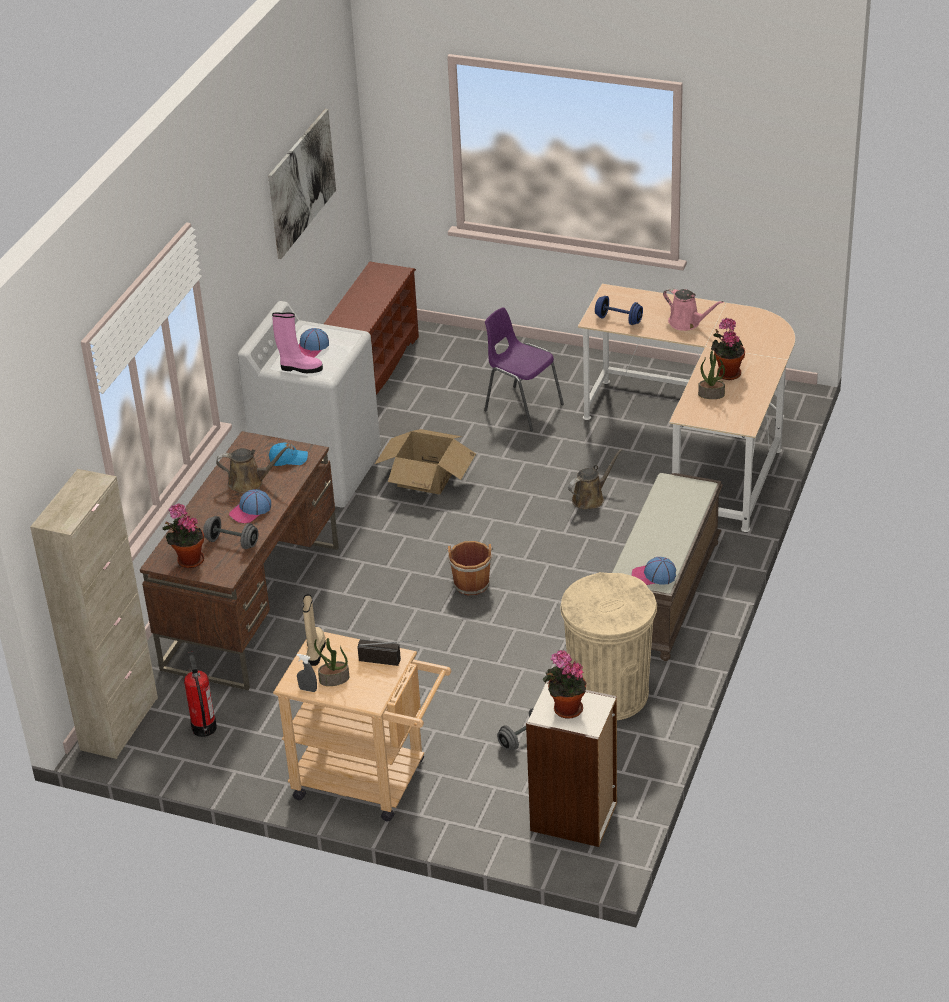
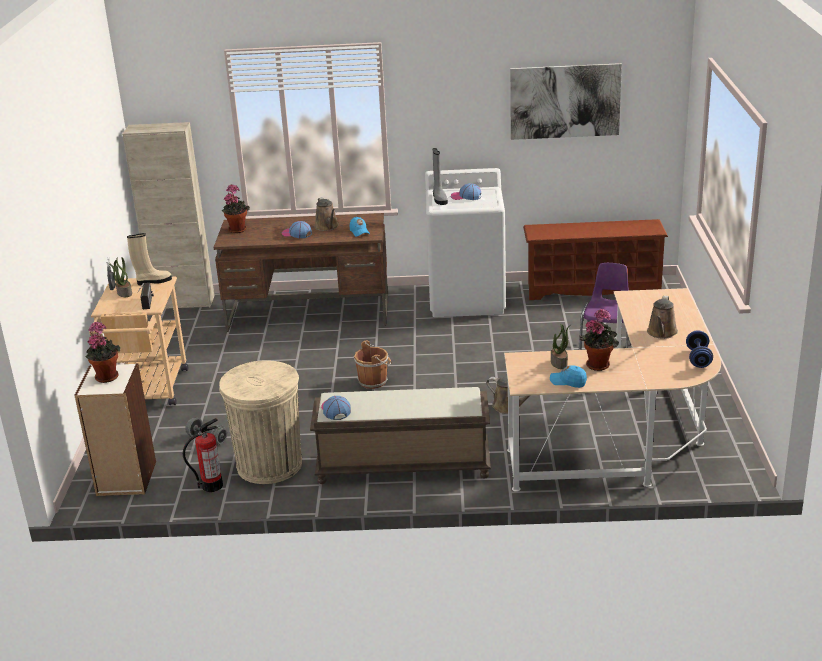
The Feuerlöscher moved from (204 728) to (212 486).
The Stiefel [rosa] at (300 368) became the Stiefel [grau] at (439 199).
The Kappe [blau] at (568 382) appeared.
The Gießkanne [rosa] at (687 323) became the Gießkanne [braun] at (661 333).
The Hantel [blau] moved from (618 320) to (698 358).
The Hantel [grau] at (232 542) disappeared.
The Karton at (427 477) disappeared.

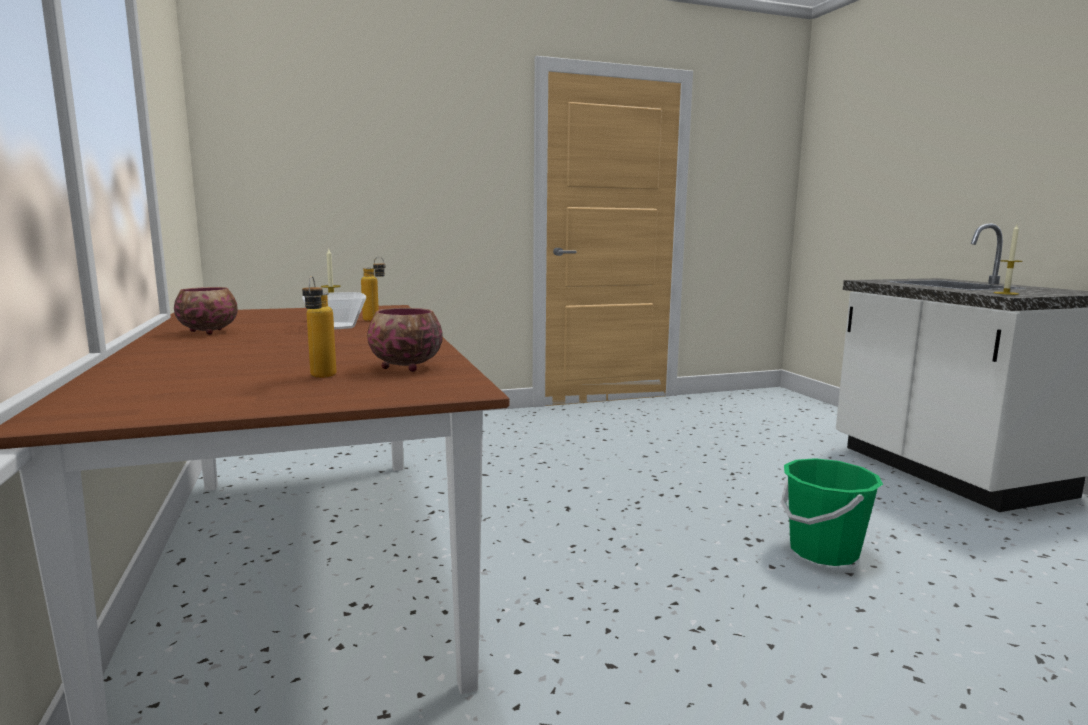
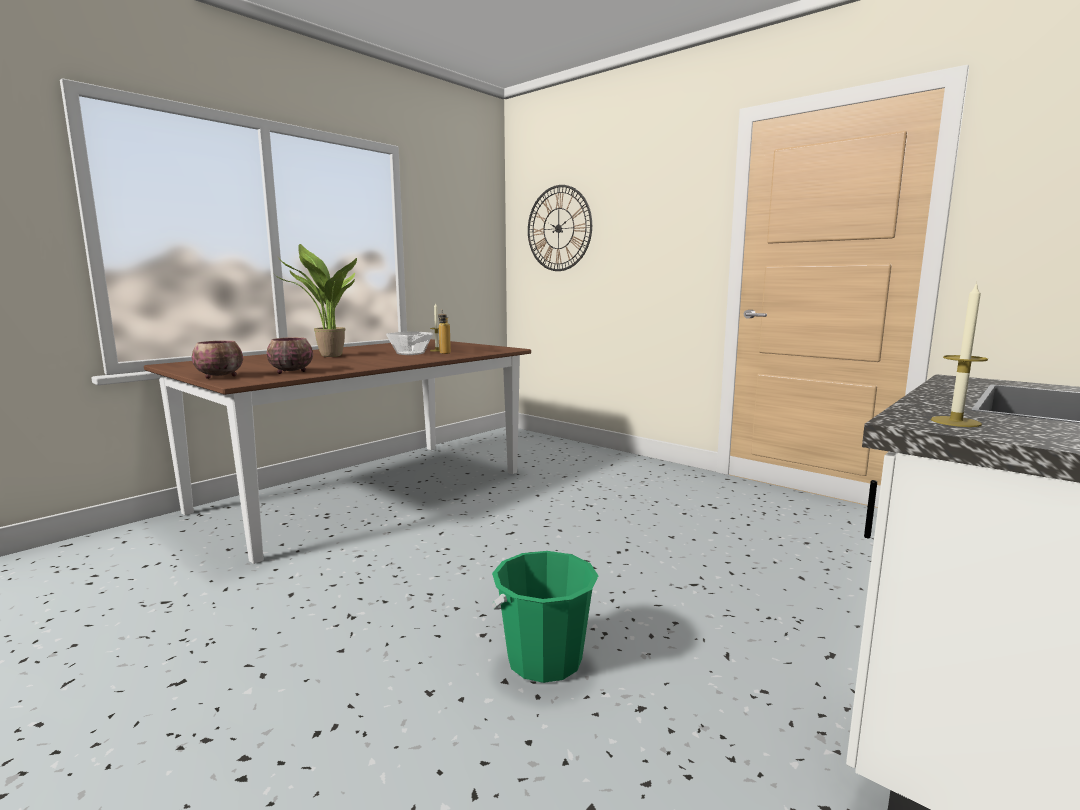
The Schüssel moved from (209 332) to (221 376).
The Topfpflanze at (327 356) appeared.
The Wanduhr at (558 228) appeared.
The Flasche at (321 377) disappeared.

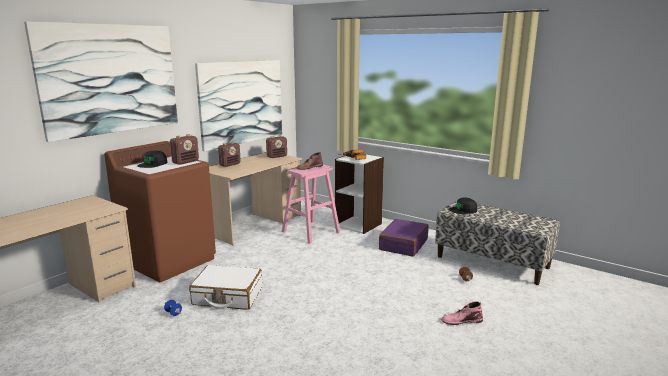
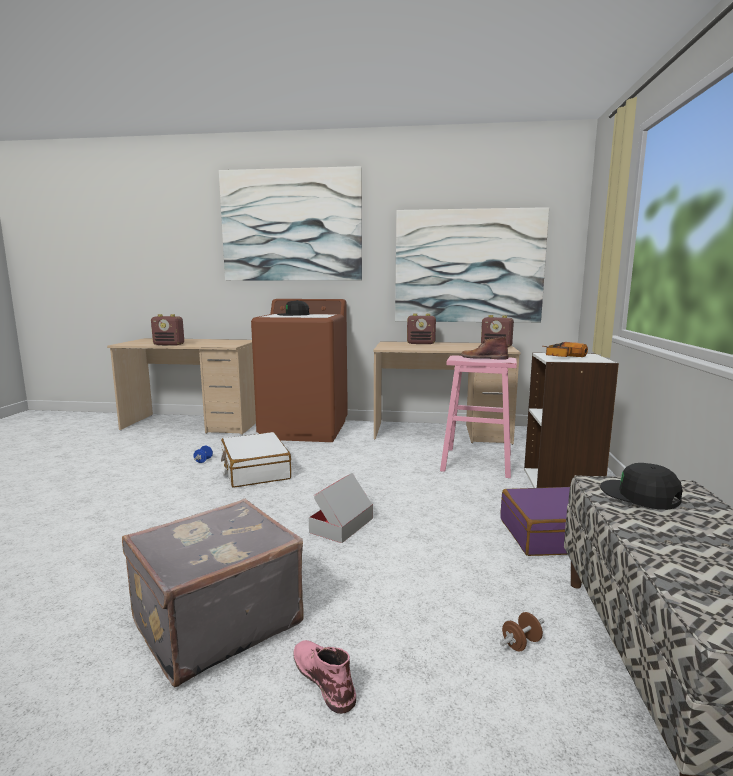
The Koffer [grau] at (215 621) appeared.
The Radio moved from (186 162) to (169 344).
The Karton at (341 525) appeared.

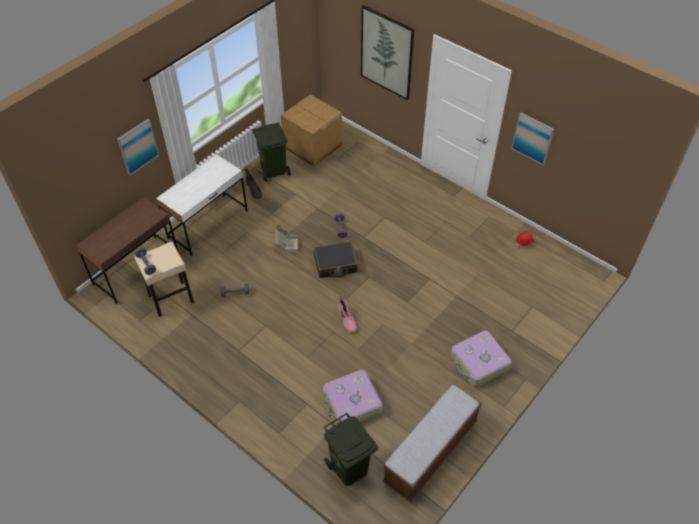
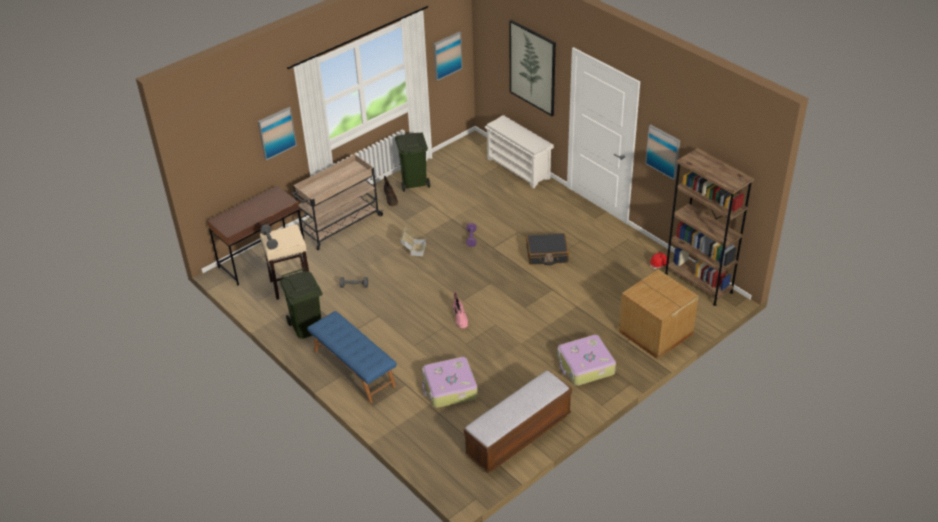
The Mülleimer [grün] moved from (349 468) to (306 327).
The Schreibtisch [weiß] at (208 225) was replaced by the Rollwagen [beige] at (339 225).
The Bank [blau] at (353 369) appeared.
The Bild at (447 55) appeared.
The Schuhregal [weiß] at (519 169) appeared.
The Koffer [schwarz] moved from (335 264) to (547 254).
The Karton moved from (313 147) to (655 333).
The Bücherregal [braun] at (698 283) appeared.

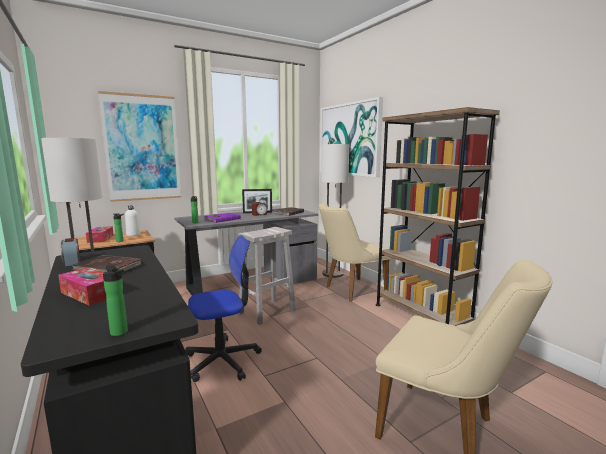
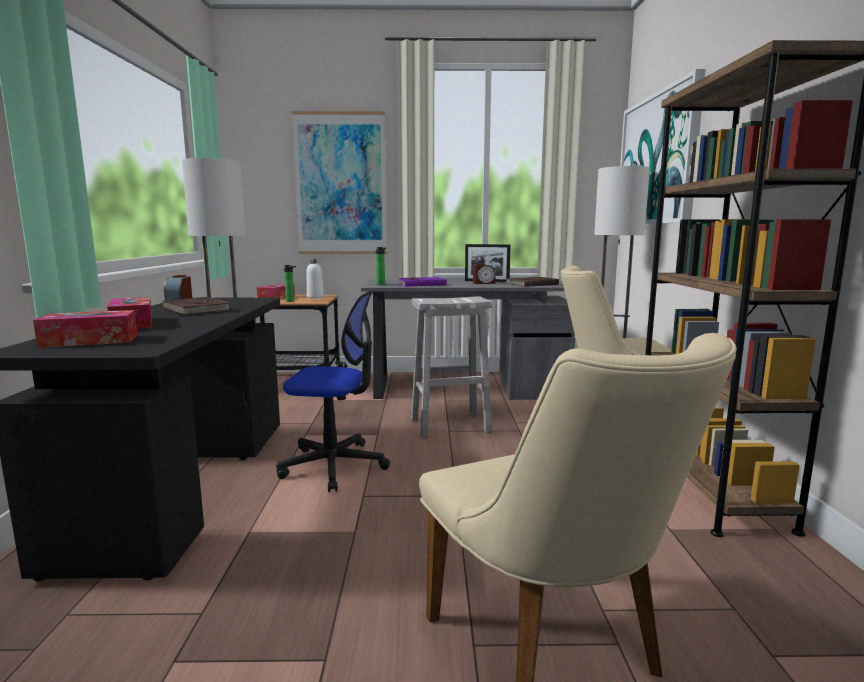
The Taschentuchbox at (90 341) appeared.
The Flasche at (120 333) disappeared.

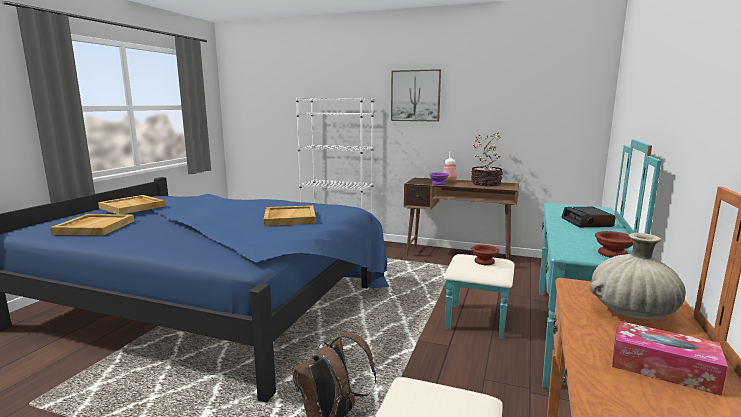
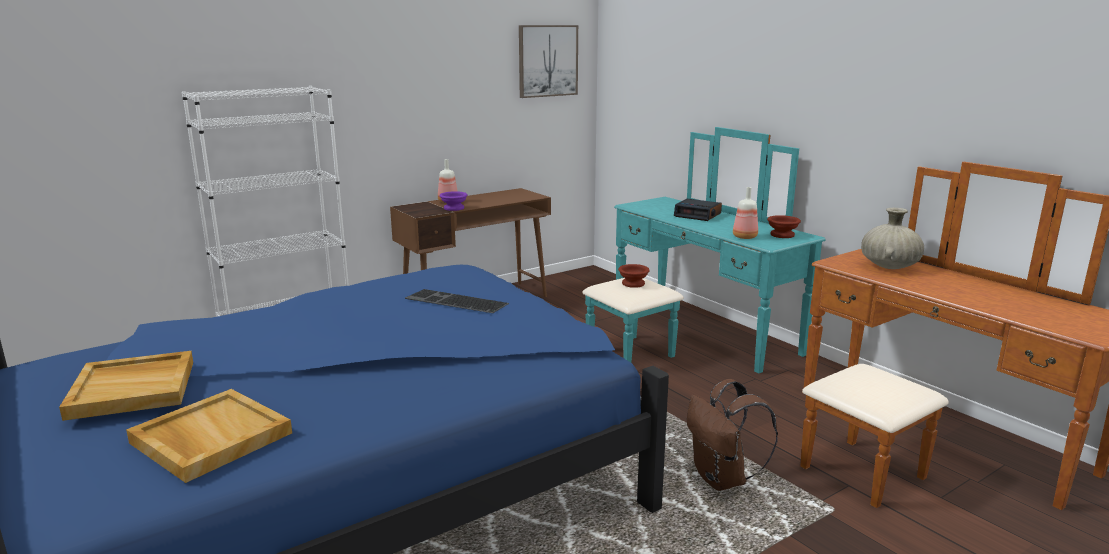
The Tablett [beige] at (289 218) was replaced by the Tastatur at (454 302).
The Bild moved from (415 95) to (547 61).
The Flasche at (744 237) appeared.
The Topfpflanze at (486 184) disappeared.
The Taschentuchbox at (662 368) disappeared.

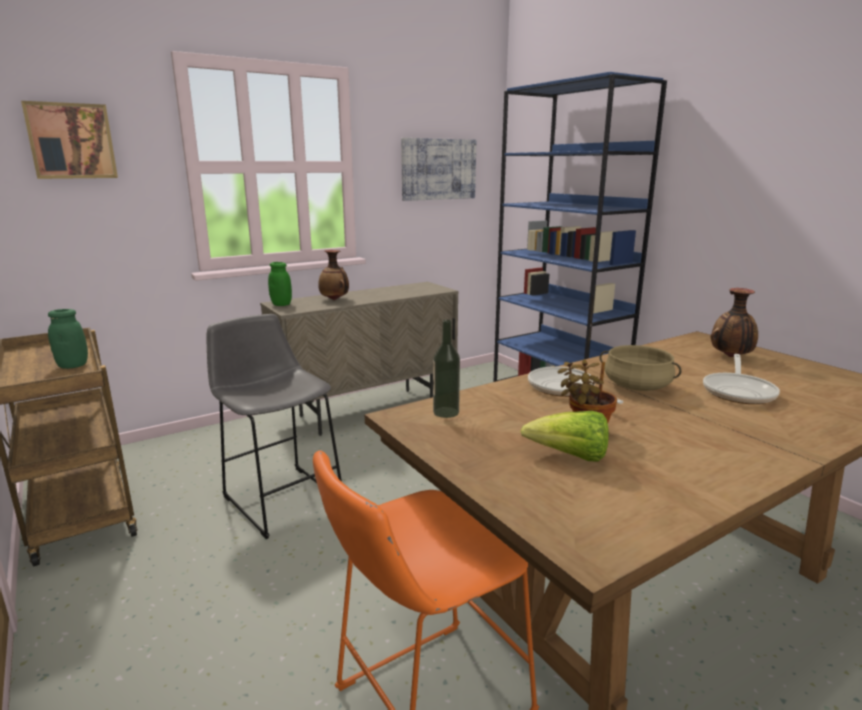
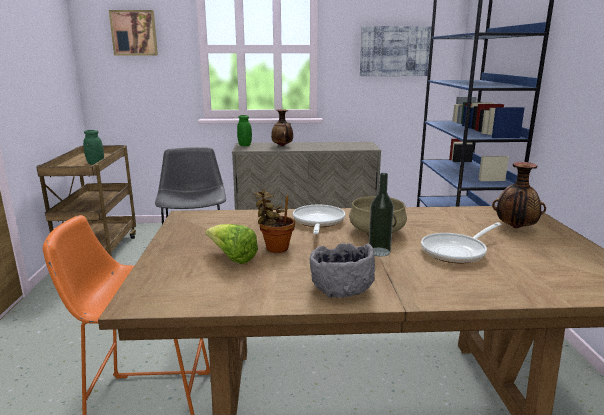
The Schüssel [grau] at (341 288) appeared.
The Flasche moved from (446 412) to (379 252).

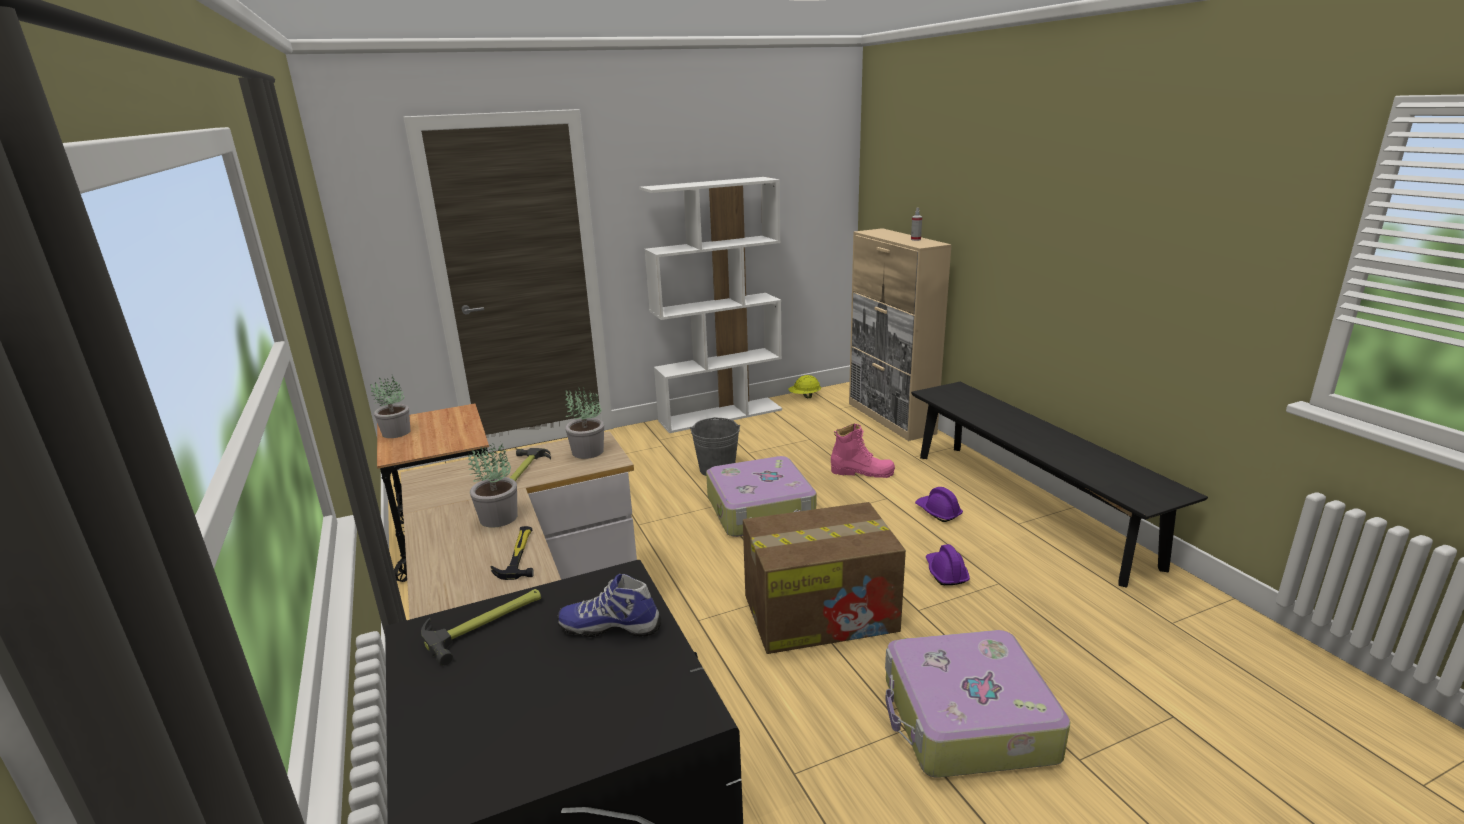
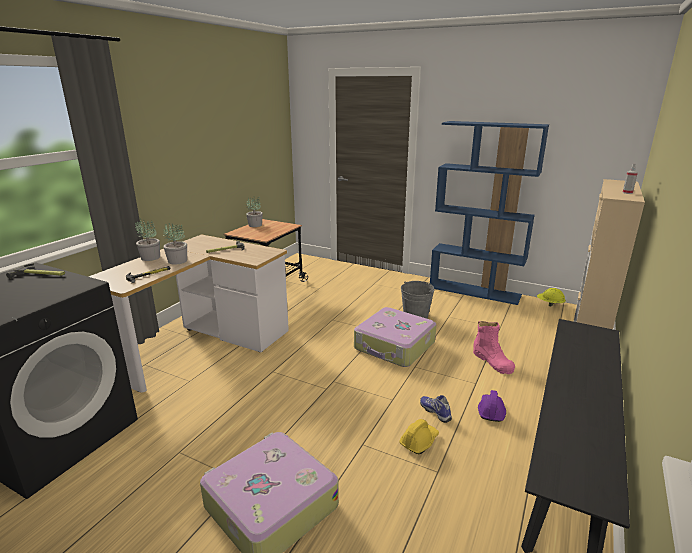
The Topfpflanze moved from (587 452) to (150 257).
The Schutzhelm [lila] at (945 573) became the Schutzhelm [gelb] at (419 441).
The Schuh moved from (611 626) to (436 412).
The Bücherregal [weiß] at (721 415) became the Bücherregal [blau] at (475 291).
The Karton at (822 612) disappeared.

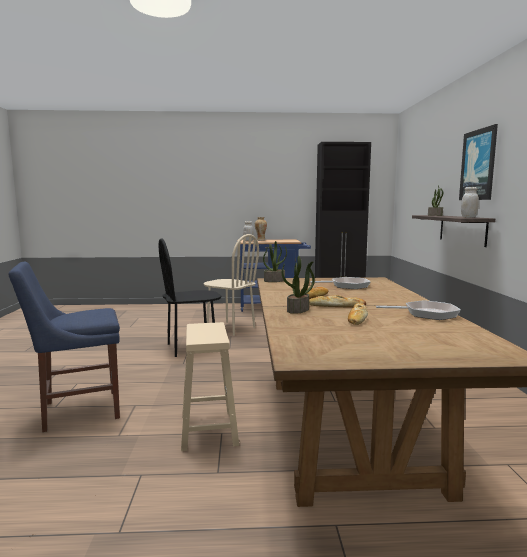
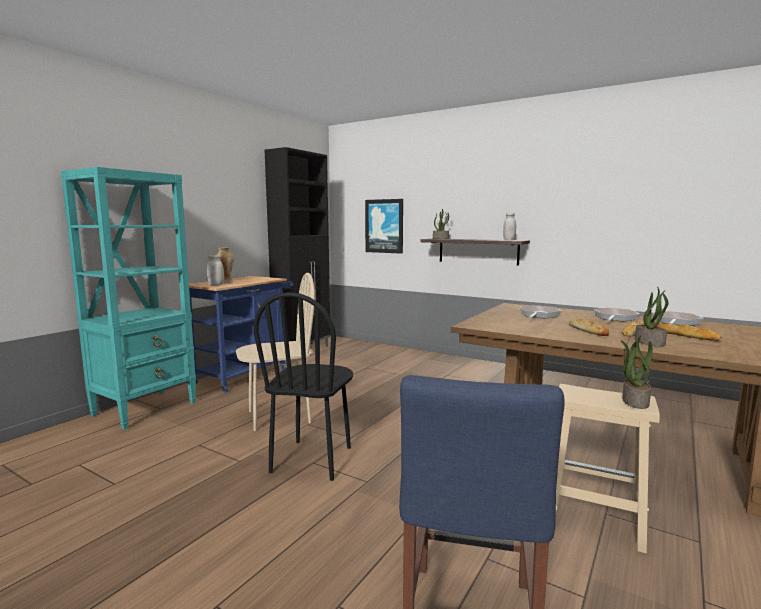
The Bücherregal [türkis] at (146 408) appeared.
The Bild moved from (478 165) to (384 226).
The Pfanne at (614 318) appeared.
The Topfpflanze moved from (274 280) to (634 401).

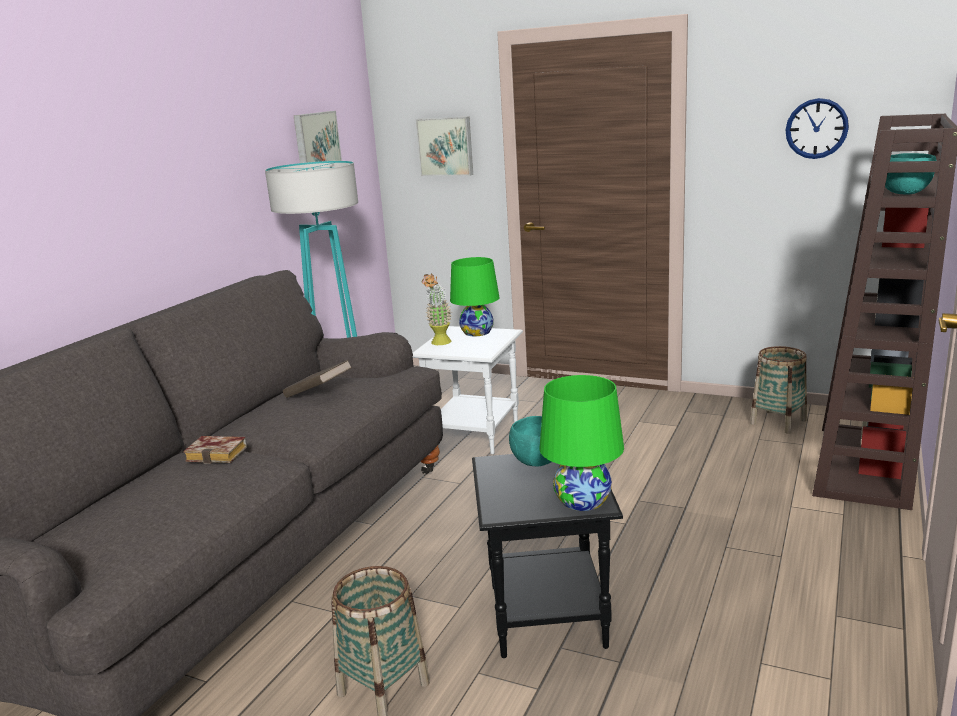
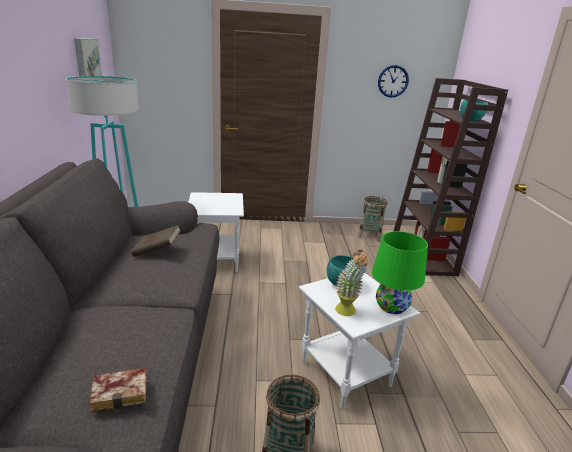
The Buch moved from (219 454) to (122 392).
The Beistelltisch [schwarz] at (547 617) became the Beistelltisch [weiß] at (346 374).
The Topfpflanze moved from (439 344) to (347 313).
The Bild at (446 146) disappeared.
The Tischlampe [grün] at (477 332) disappeared.

